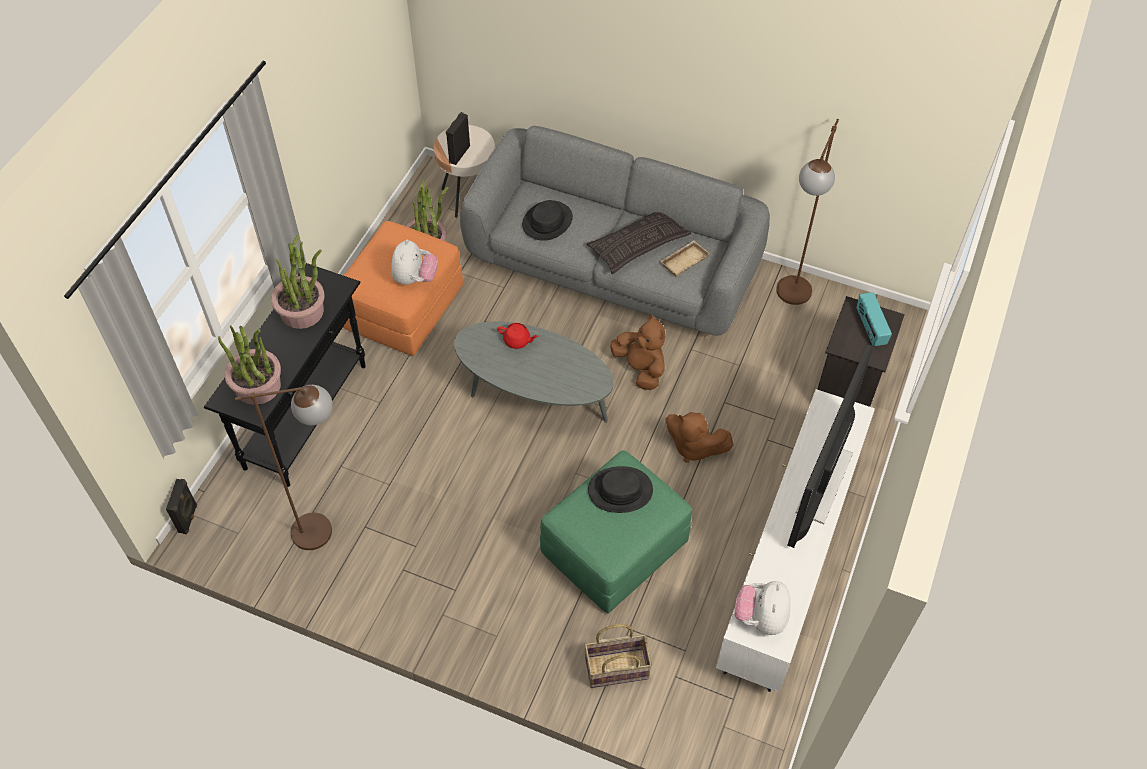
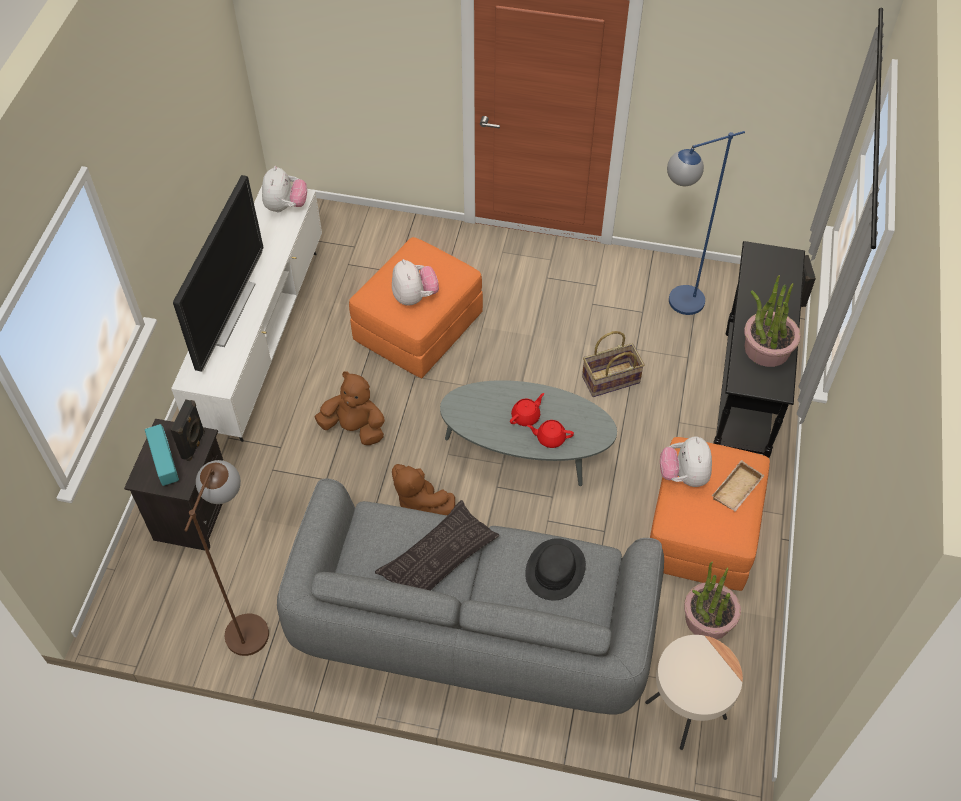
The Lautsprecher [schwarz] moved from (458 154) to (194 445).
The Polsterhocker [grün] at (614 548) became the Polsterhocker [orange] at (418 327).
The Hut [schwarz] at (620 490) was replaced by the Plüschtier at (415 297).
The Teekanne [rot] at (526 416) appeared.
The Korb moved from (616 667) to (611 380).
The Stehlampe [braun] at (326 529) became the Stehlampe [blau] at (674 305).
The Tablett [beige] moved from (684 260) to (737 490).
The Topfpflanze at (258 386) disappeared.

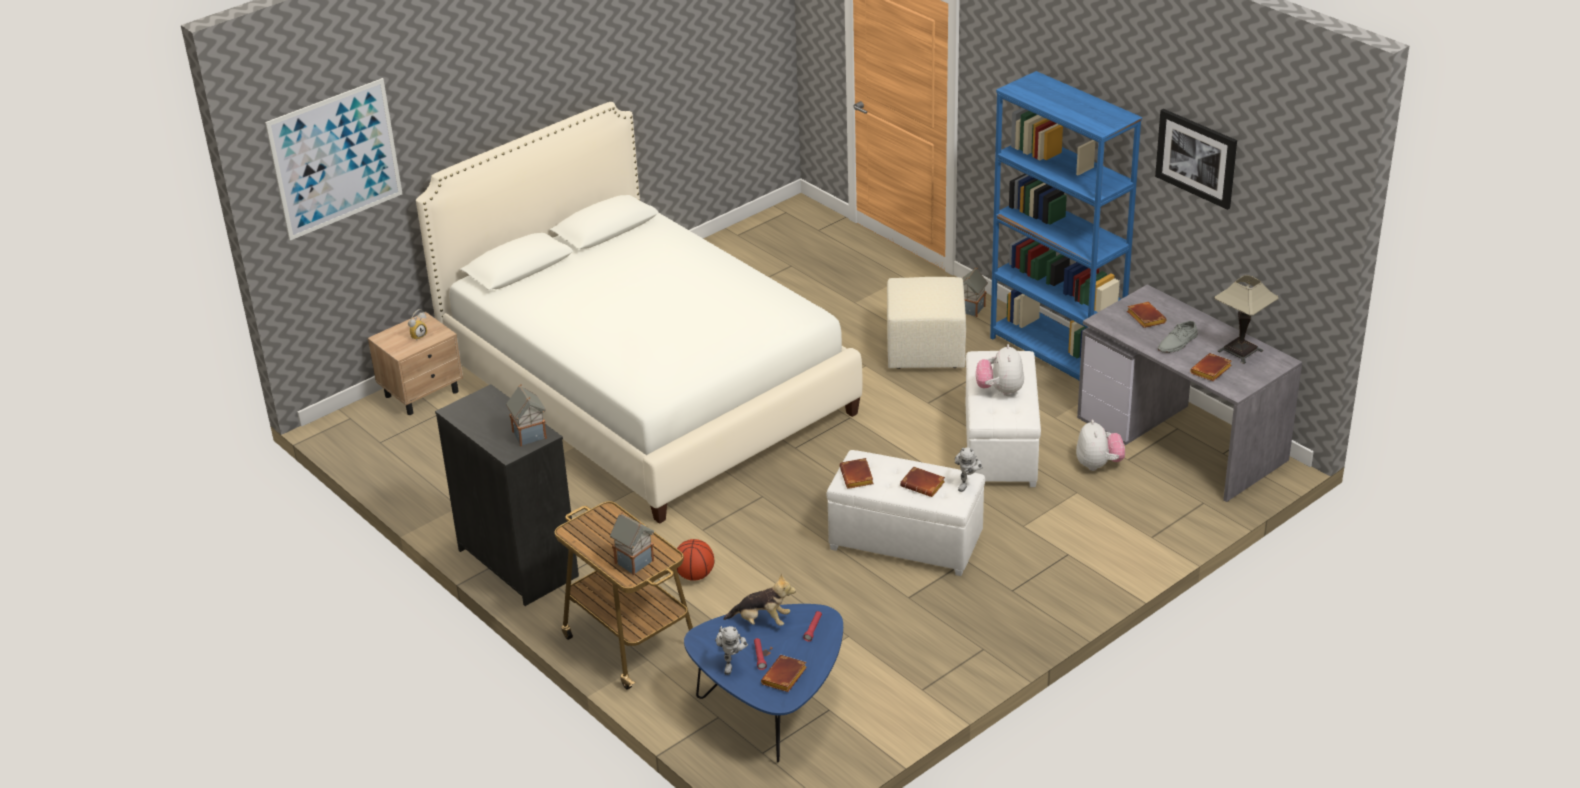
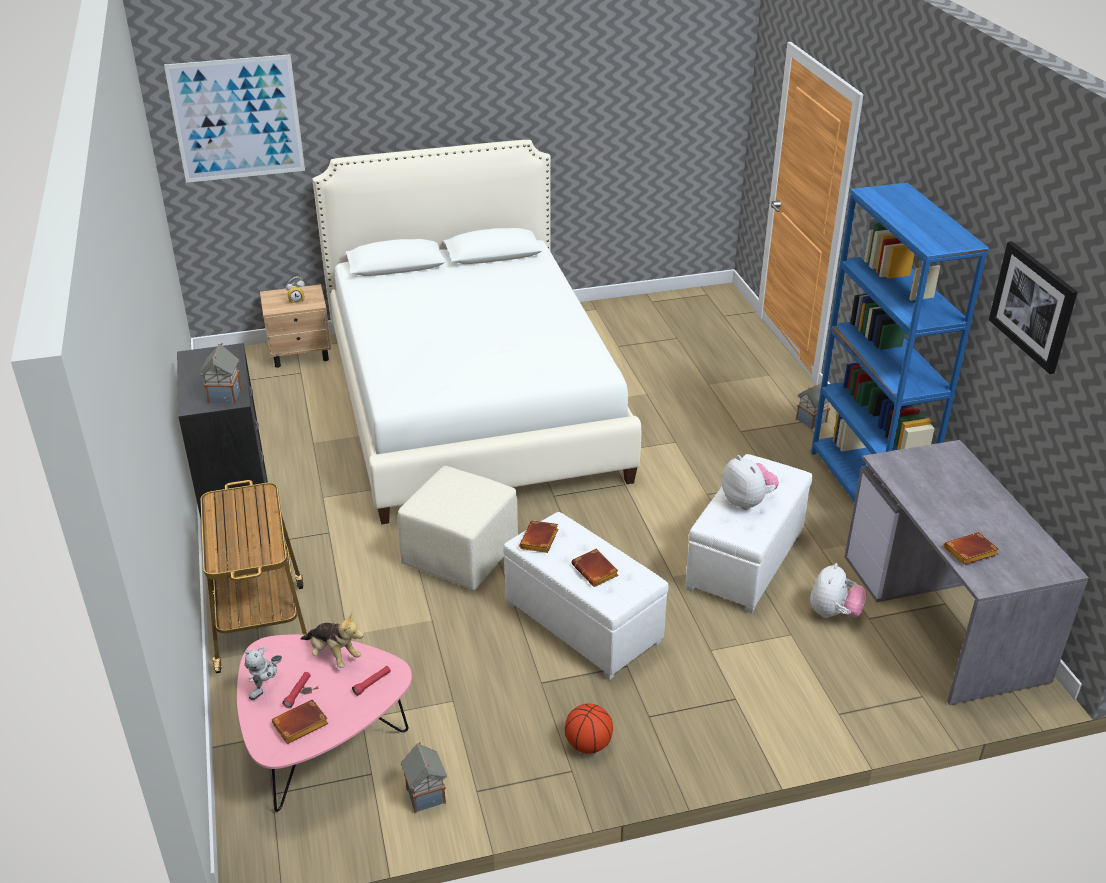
The Couchtisch [blau] at (772 707) became the Couchtisch [rosa] at (322 747).
The Polsterhocker [beige] moved from (926 351) to (460 557).
The Spielzeughaus moved from (635 562) to (426 797).
The Basketball moved from (695 575) to (588 744).
The Plüschtier at (1000 390) turned 120 degrees clockwise.
The Spielzeugroboter at (968 484) disappeared.
The Buch [braun] at (1144 318) disappeared.
The Schuh [grau] at (1178 343) disappeared.
The Tischlampe at (1240 351) disappeared.

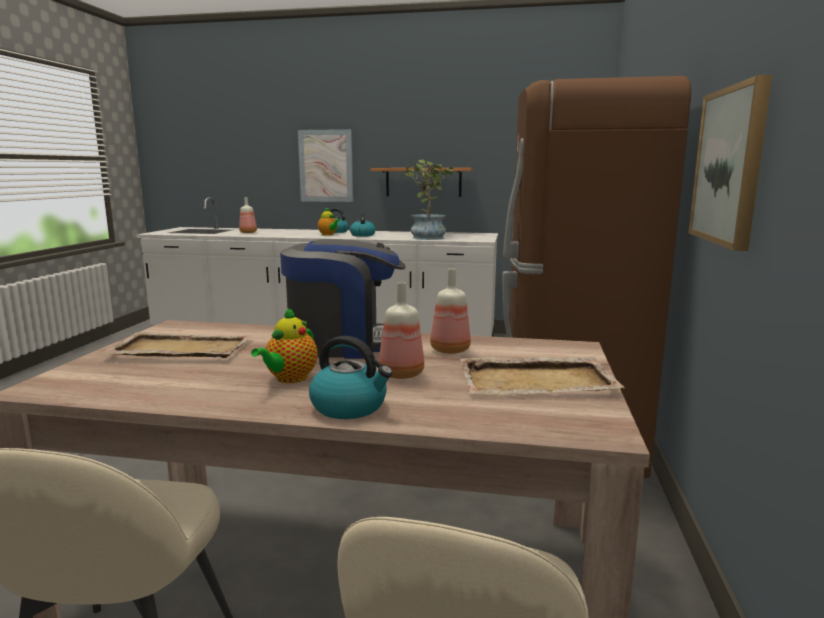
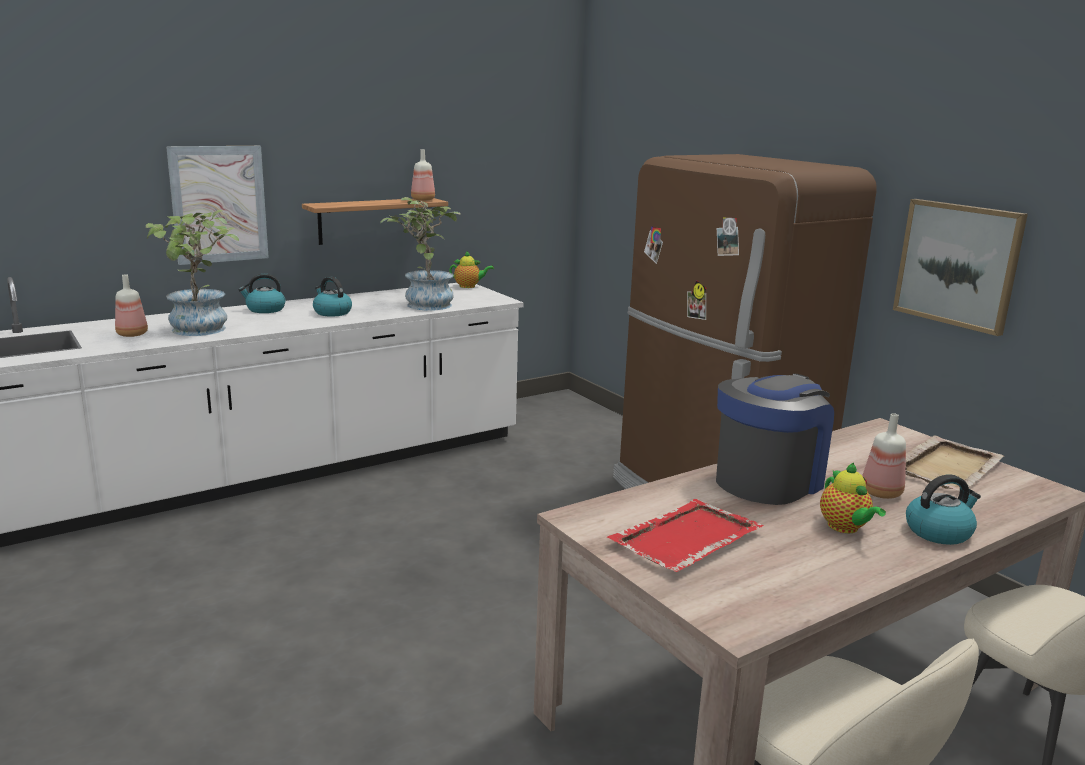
The Topfpflanze at (200 331) appeared.
The Flasche moved from (449 350) to (423 200).
The Teekanne moved from (328 235) to (469 286).
The Tablett [beige] at (180 349) became the Tablett [rot] at (684 539).

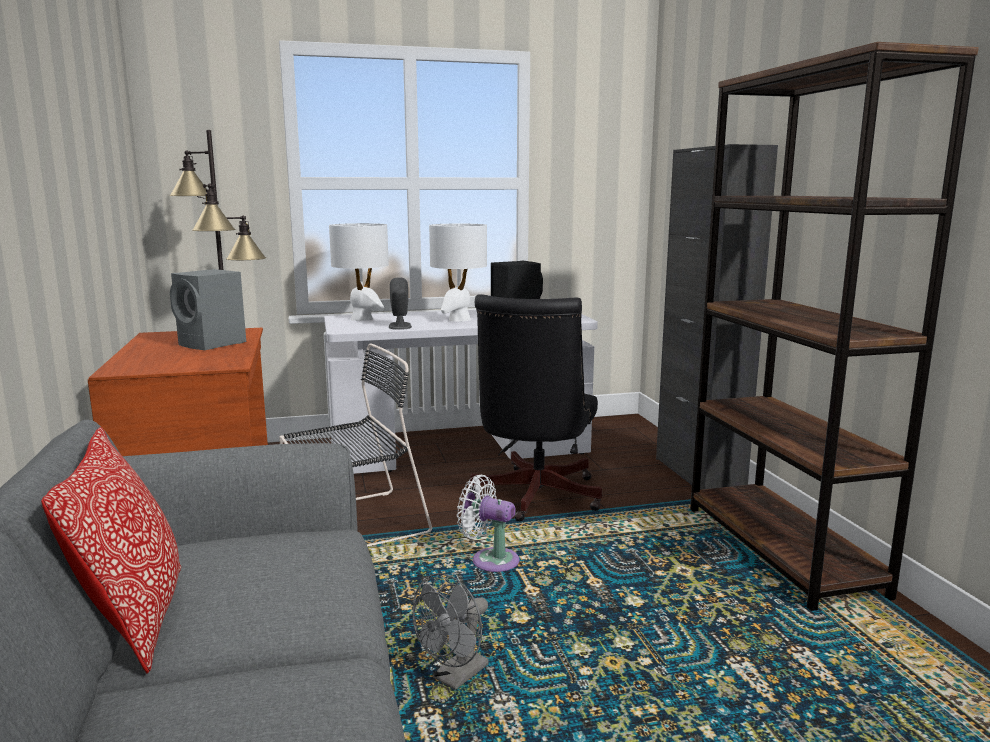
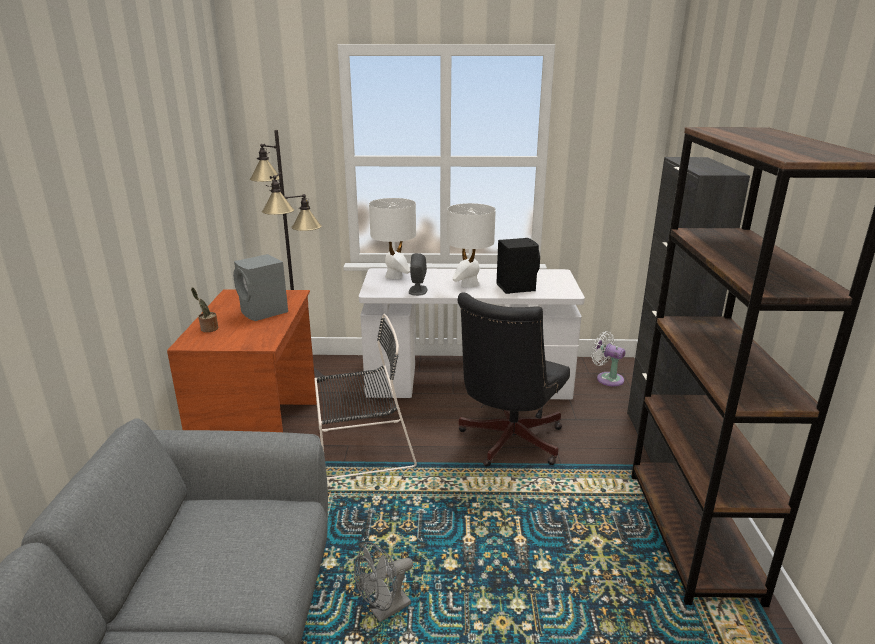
The Topfpflanze at (208 329) appeared.
The Ventilator [weiß] moved from (490 560) to (607 378).
The Kissen at (135 619) disappeared.

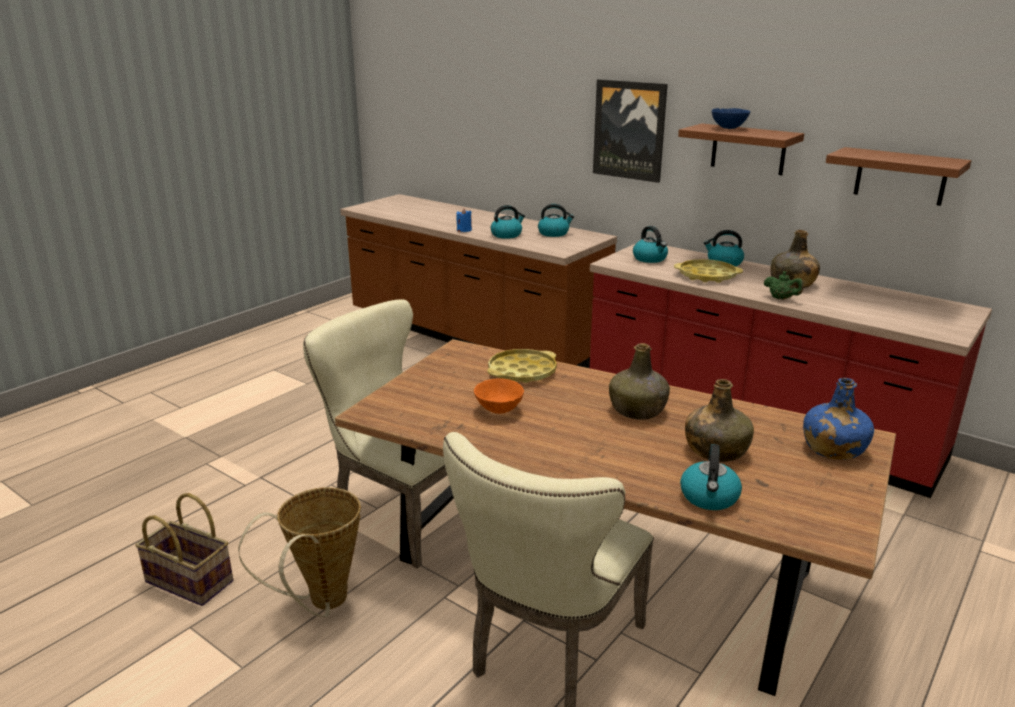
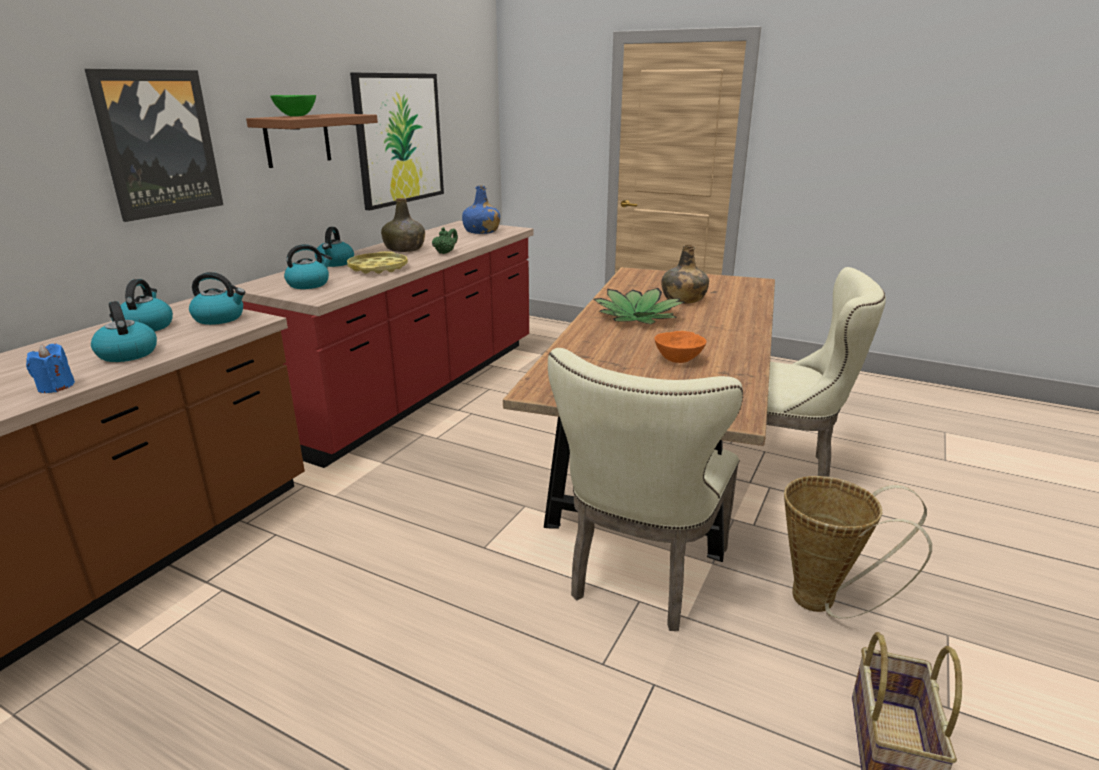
The Wasserkessel moved from (709 497) to (220 318).
The Schüssel [blau] at (729 128) became the Schüssel [grün] at (296 116).
The Wandregal [braun] at (900 176) was replaced by the Bild at (399 139).
The Flasche [blau] moved from (833 449) to (481 231).
The Flasche [grün] at (638 410) was replaced by the Topfpflanze at (638 317).
The Tablett [gelb] at (522 372) disappeared.

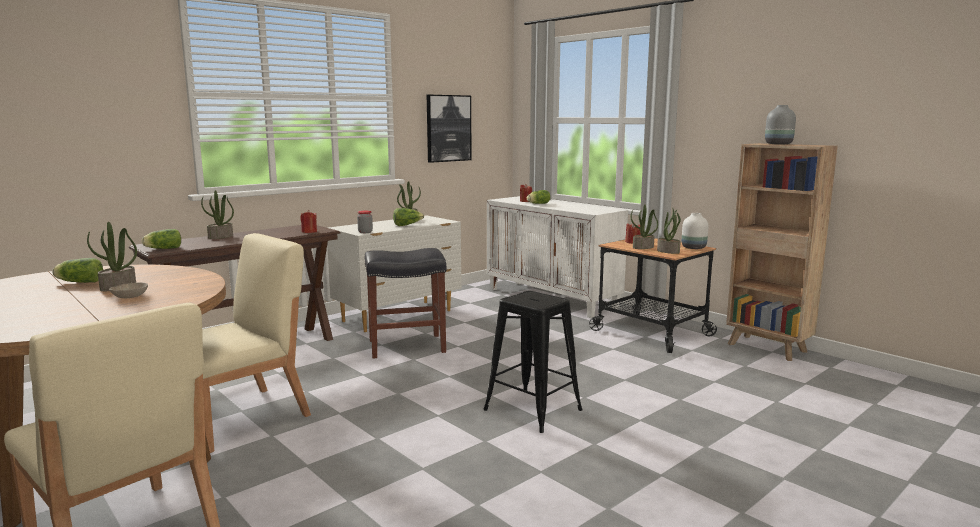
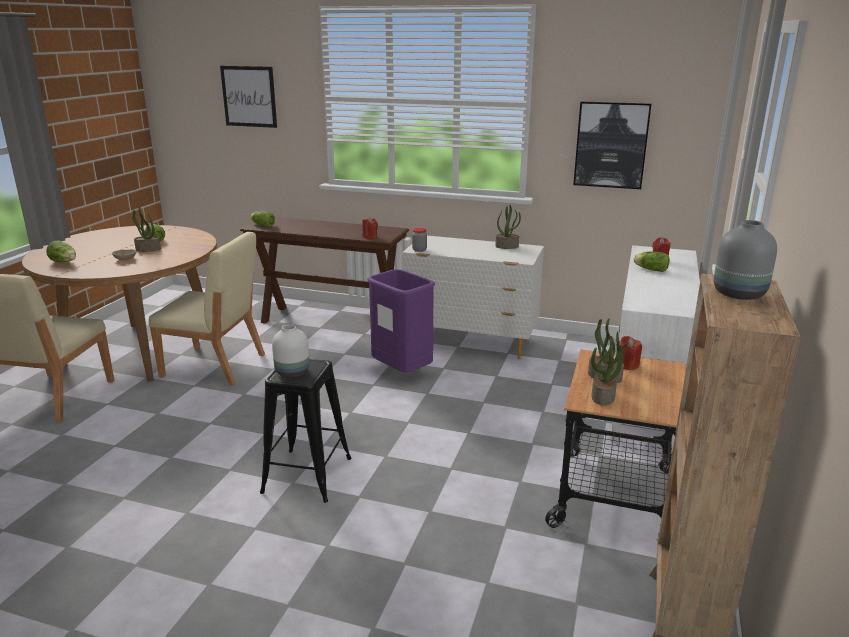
The Salatkopf moved from (407 225) to (65 262).
The Bild at (249 96) appeared.
The Vase [weiß] moved from (693 248) to (291 372).
The Hocker [schwarz] at (408 346) was replaced by the Mülleimer [lila] at (402 372).
The Topfpflanze at (220 237) disappeared.

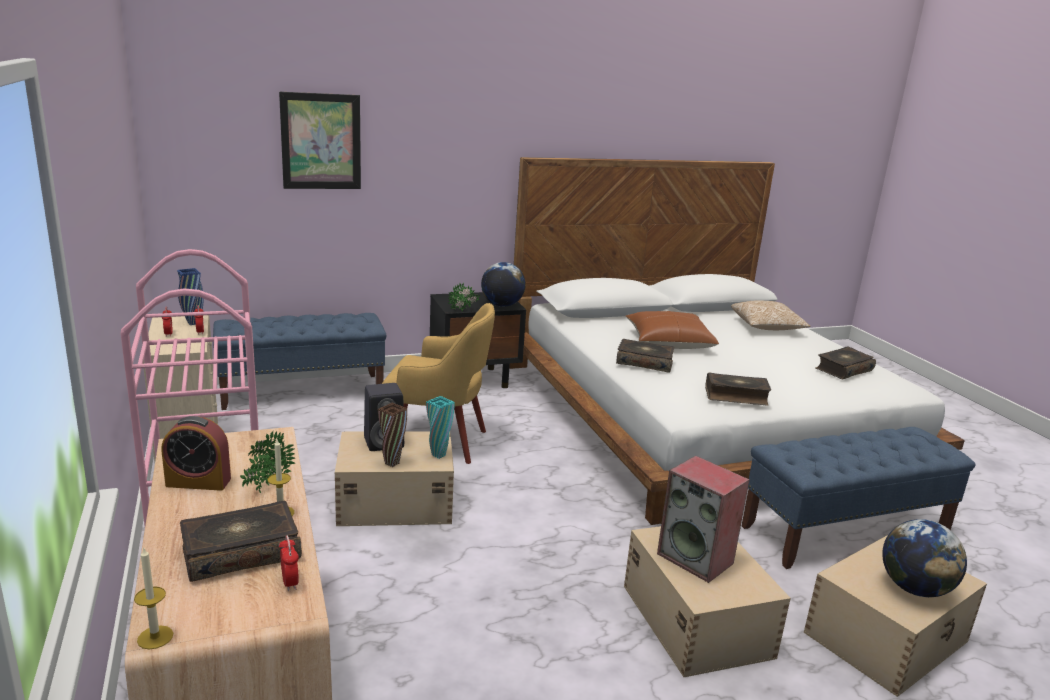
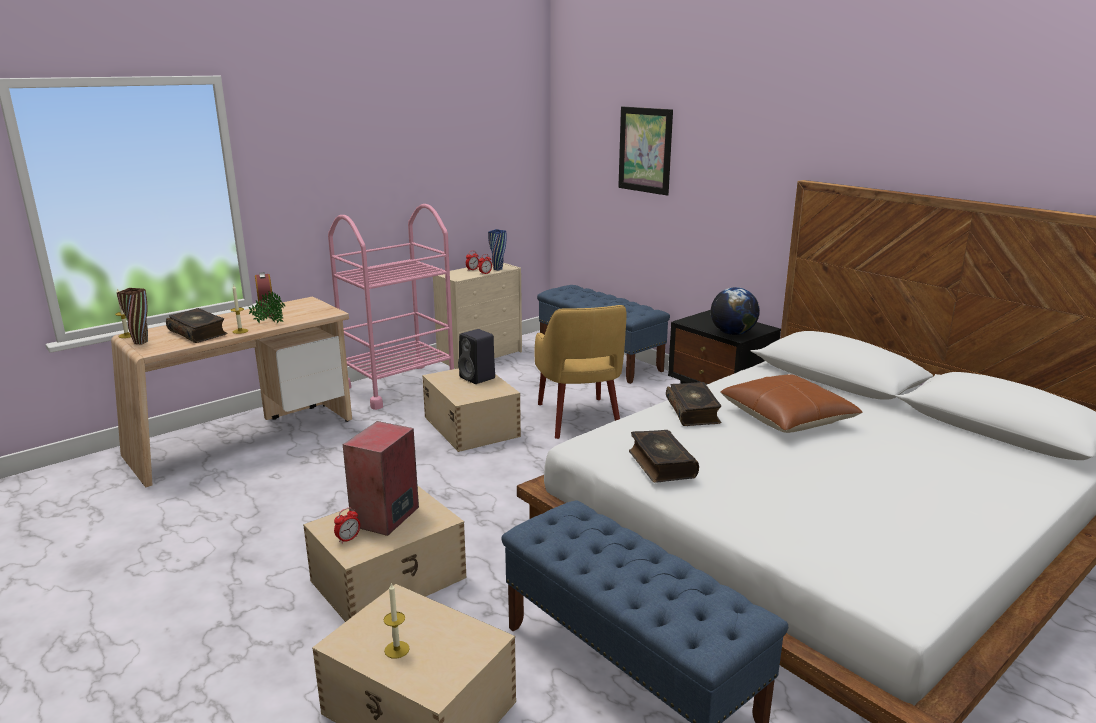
The Vase [braun] moved from (392 463) to (141 342).
The Wecker moved from (290 582) to (348 539).
The Globus at (914 588) was replaced by the Kerze at (397 649).
The Vase [türkis] at (438 455) disappeared.
The Topfpflanze at (464 310) disappeared.
The Kissen at (766 327) disappeared.
The Buch at (843 370) disappeared.

